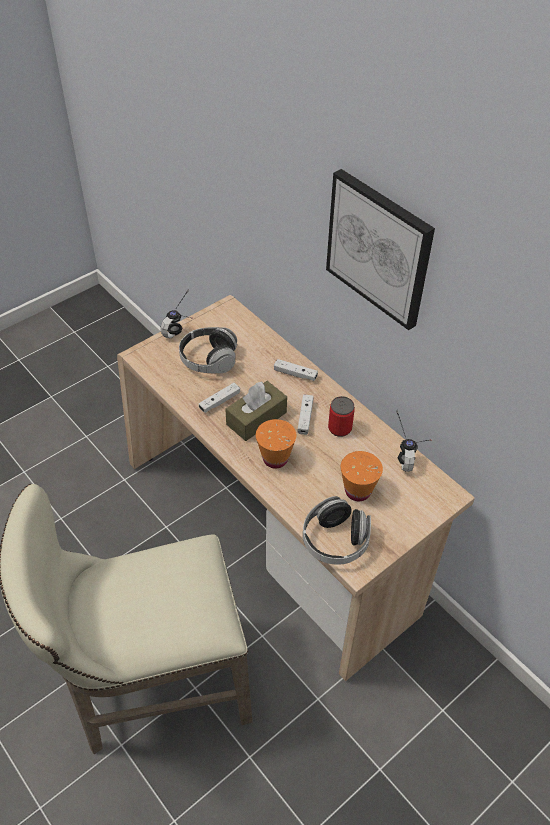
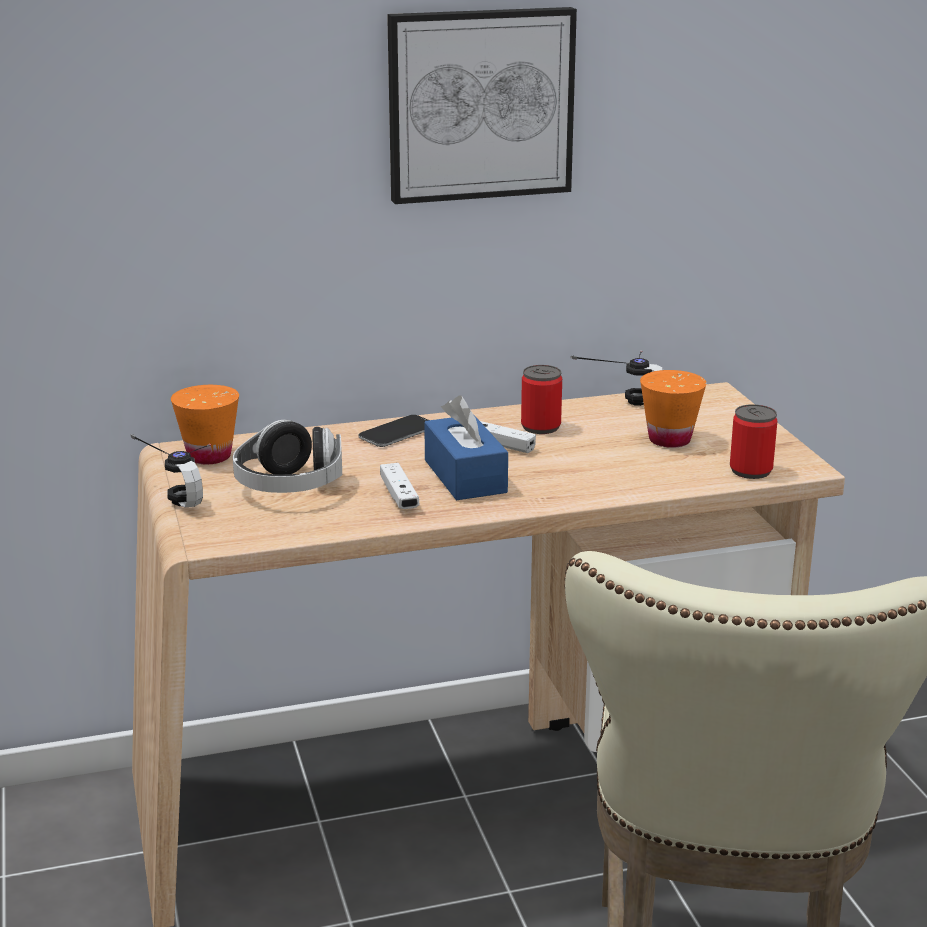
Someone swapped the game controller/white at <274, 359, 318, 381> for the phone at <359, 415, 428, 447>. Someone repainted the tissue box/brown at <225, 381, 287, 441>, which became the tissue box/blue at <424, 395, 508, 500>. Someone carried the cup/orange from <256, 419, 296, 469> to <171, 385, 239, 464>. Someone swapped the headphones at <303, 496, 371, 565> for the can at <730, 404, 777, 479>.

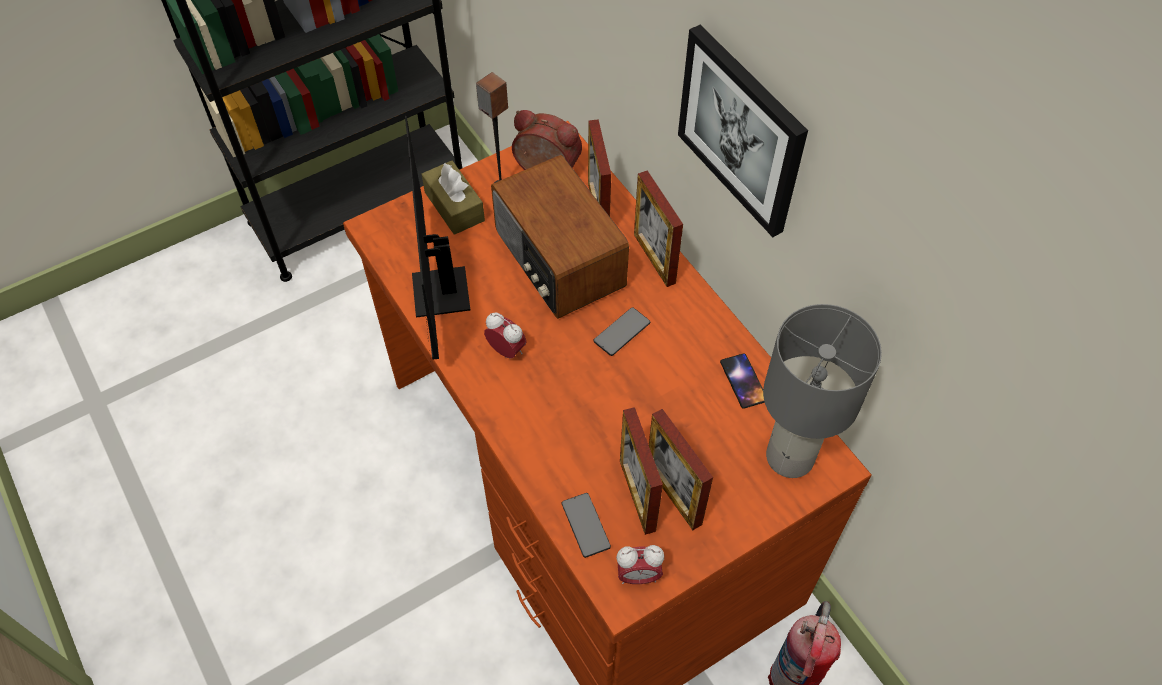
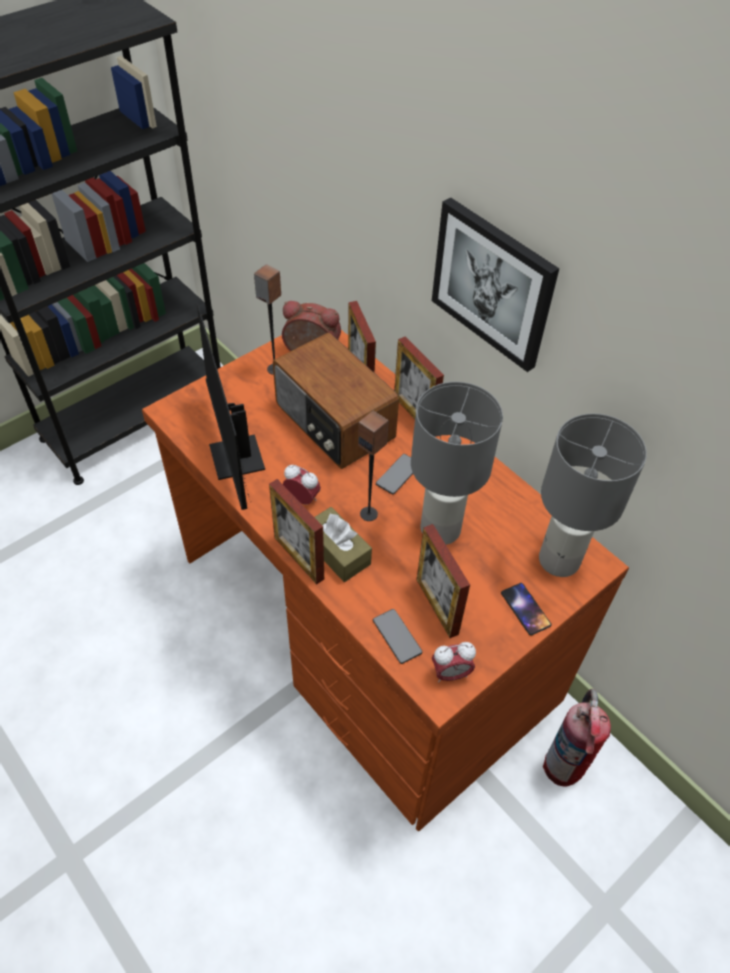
Someone carried the tissue box/brown from <421, 161, 485, 235> to <314, 507, 372, 582>. Someone carried the phone from <720, 353, 765, 409> to <501, 583, 552, 636>. Someone carried the picture frame from <649, 409, 713, 530> to <269, 479, 324, 584>. Someone put down the table lamp/grey at <411, 382, 503, 545>. Someone put down the speaker at <358, 410, 389, 521>.

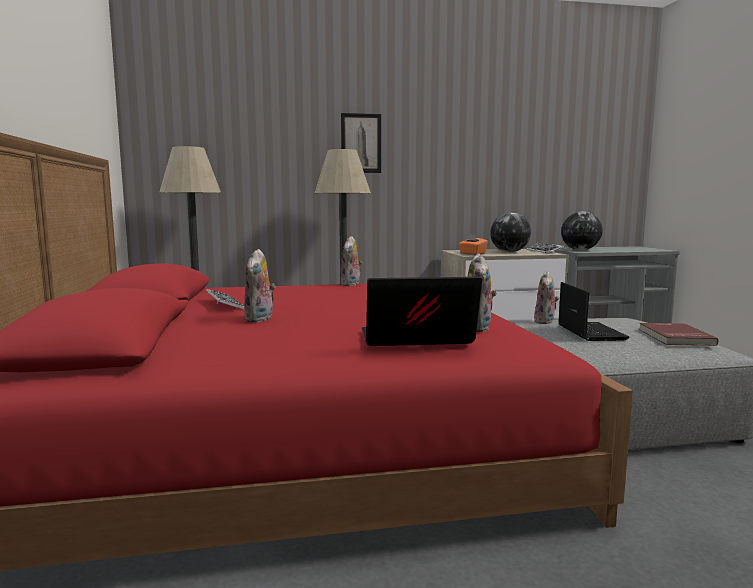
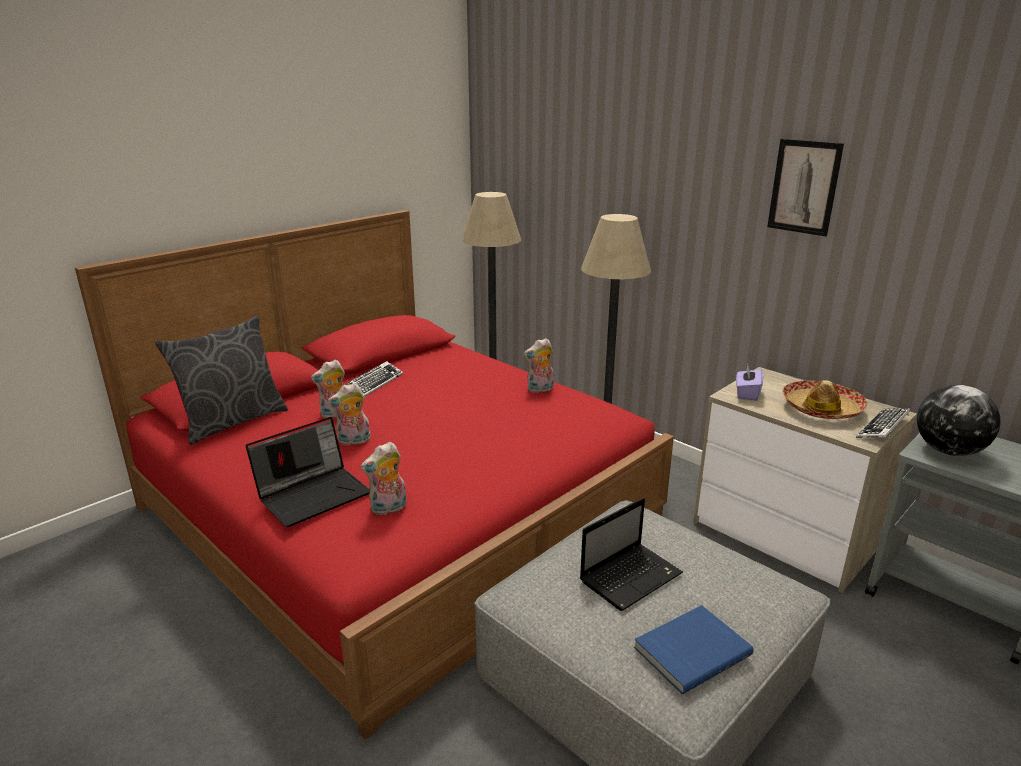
Someone carried the picture from <341, 113, 381, 173> to <767, 139, 844, 236>. Someone swapped the globe at <490, 213, 531, 252> for the hat at <782, 380, 867, 419>. Someone repainted the tissue box/orange at <458, 234, 488, 255>, which became the tissue box/purple at <736, 365, 763, 401>. Someone carried the plush toy from <534, 271, 559, 324> to <328, 383, 371, 446>. Someone rotated the laptop at <362, 277, 482, 346> by 90 degrees clockwise. Someone repainted the book/red at <639, 323, 718, 346>, which became the book/blue at <634, 605, 754, 694>. Someone put down the pillow/grey at <155, 315, 288, 445>.

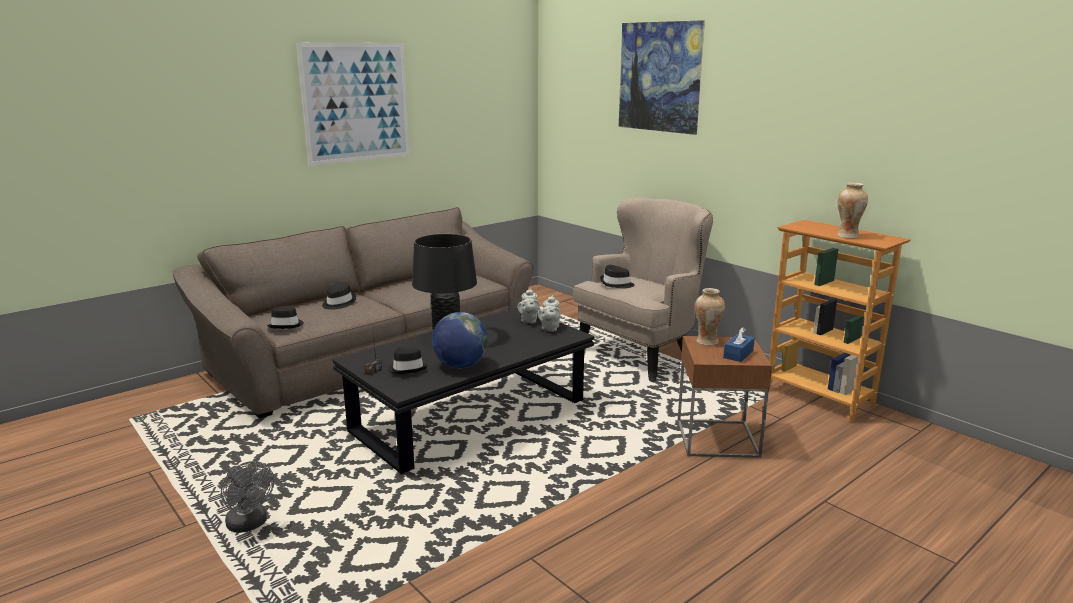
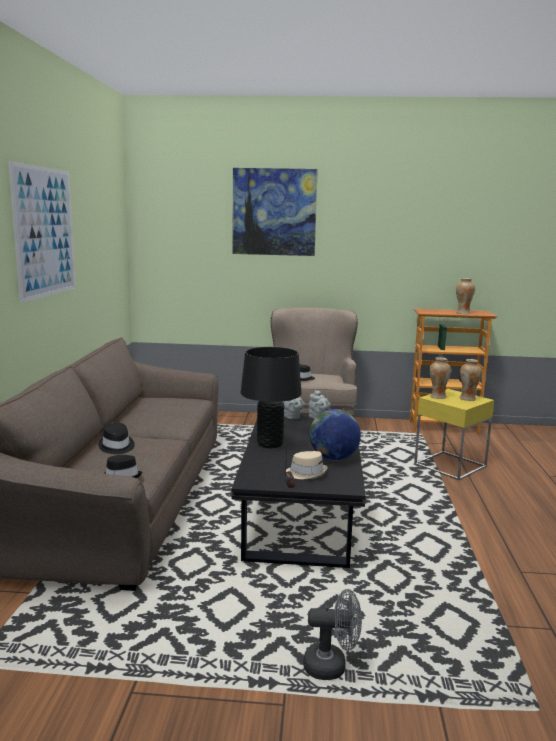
Someone swapped the tissue box/blue at <723, 327, 755, 362> for the vase at <460, 359, 482, 401>. Someone repainted the side table/brown at <678, 336, 772, 458>, which became the side table/yellow at <414, 389, 494, 480>. Someone repainted the hat/black at <388, 346, 428, 374>, which became the hat/beige at <285, 451, 328, 479>.

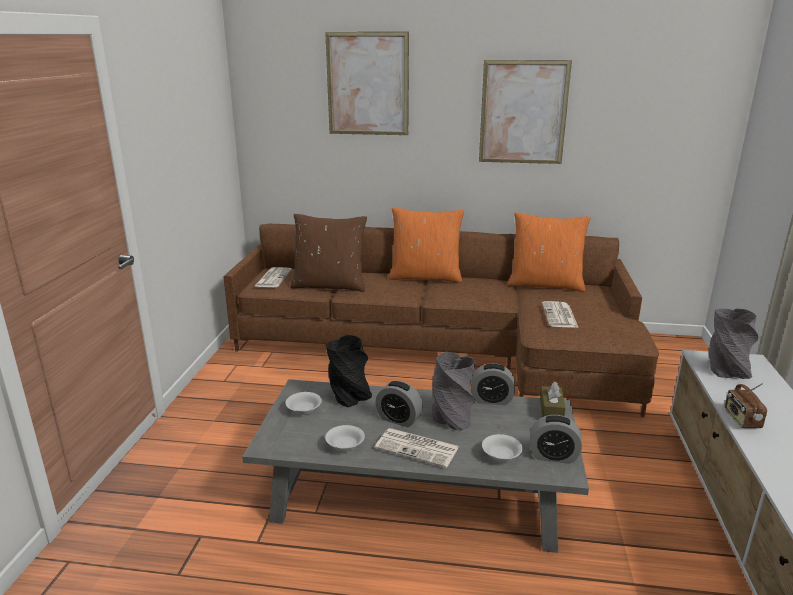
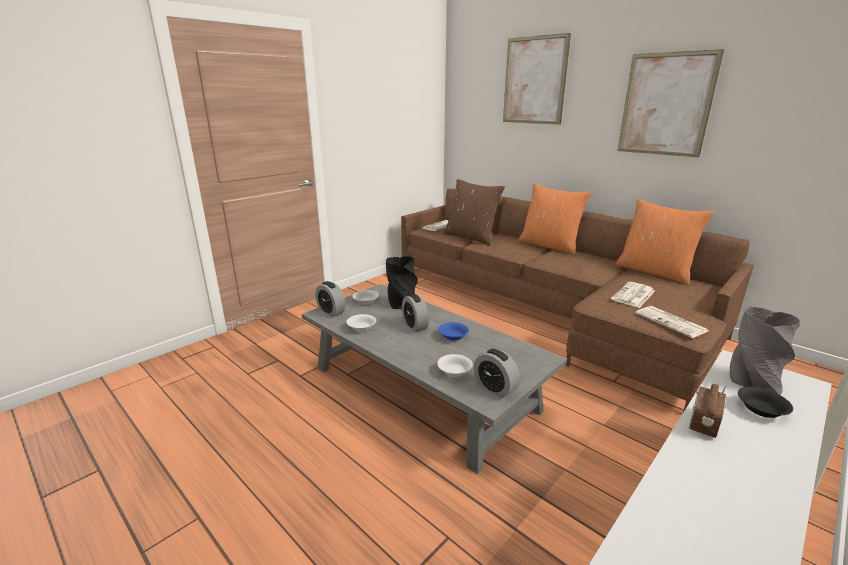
Someone swapped the vase/grey at <432, 352, 476, 430> for the bowl/blue at <438, 322, 469, 341>. Someone carried the alarm clock from <471, 363, 515, 405> to <315, 281, 345, 317>. Someone took away the tissue box/brown at <540, 381, 565, 417>. Someone carried the newspaper from <375, 428, 459, 468> to <636, 306, 709, 338>. Someone put down the bowl/black at <738, 387, 793, 418>.

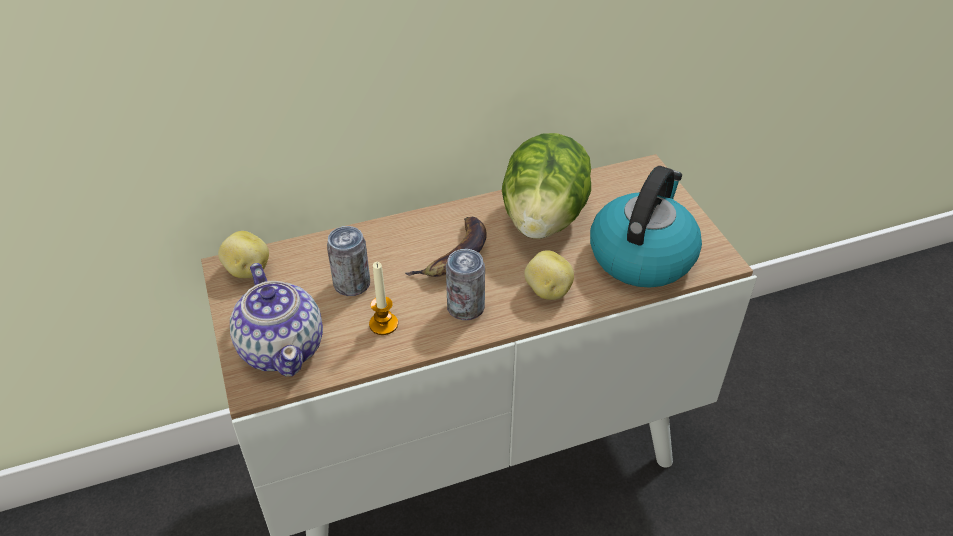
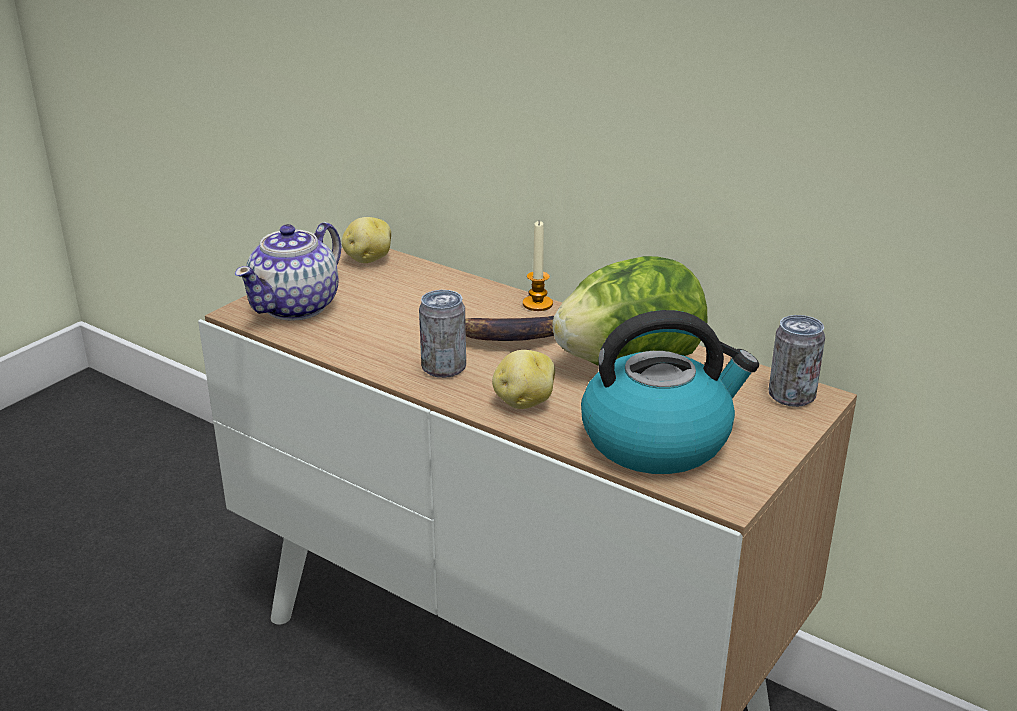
Someone carried the can from <327, 226, 370, 296> to <768, 315, 825, 407>. Someone carried the candle from <369, 262, 398, 335> to <523, 221, 553, 311>.

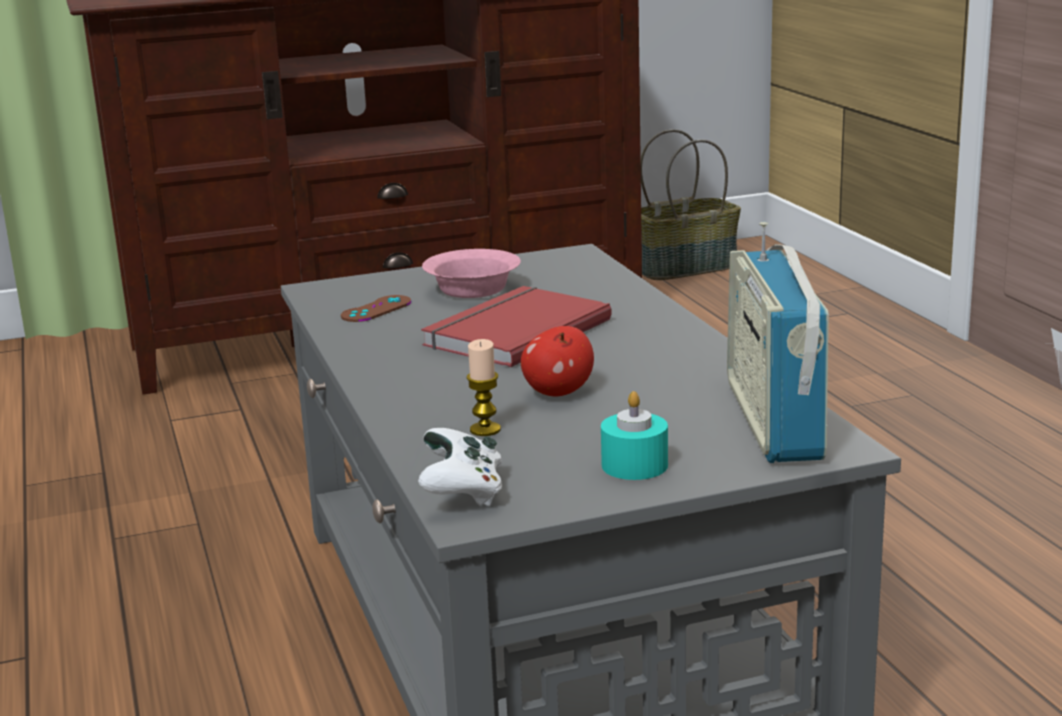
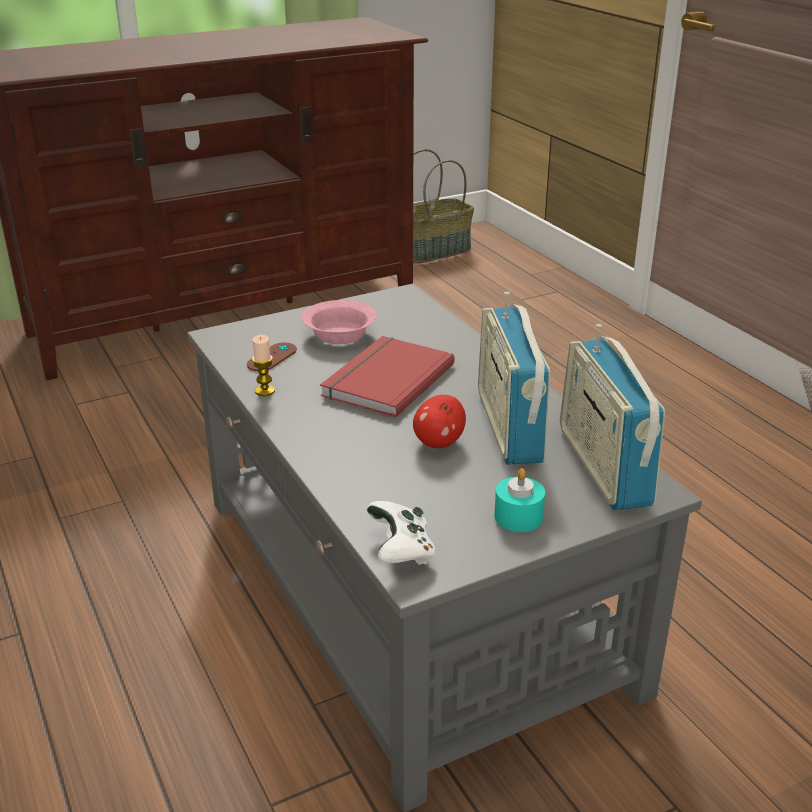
Someone carried the candle from <467, 339, 501, 436> to <252, 335, 275, 396>. Someone put down the radio at <478, 291, 550, 465>.

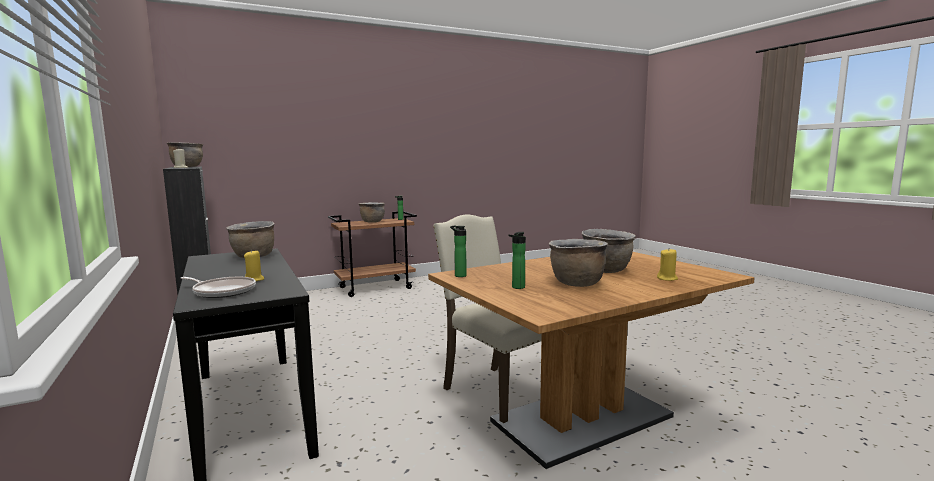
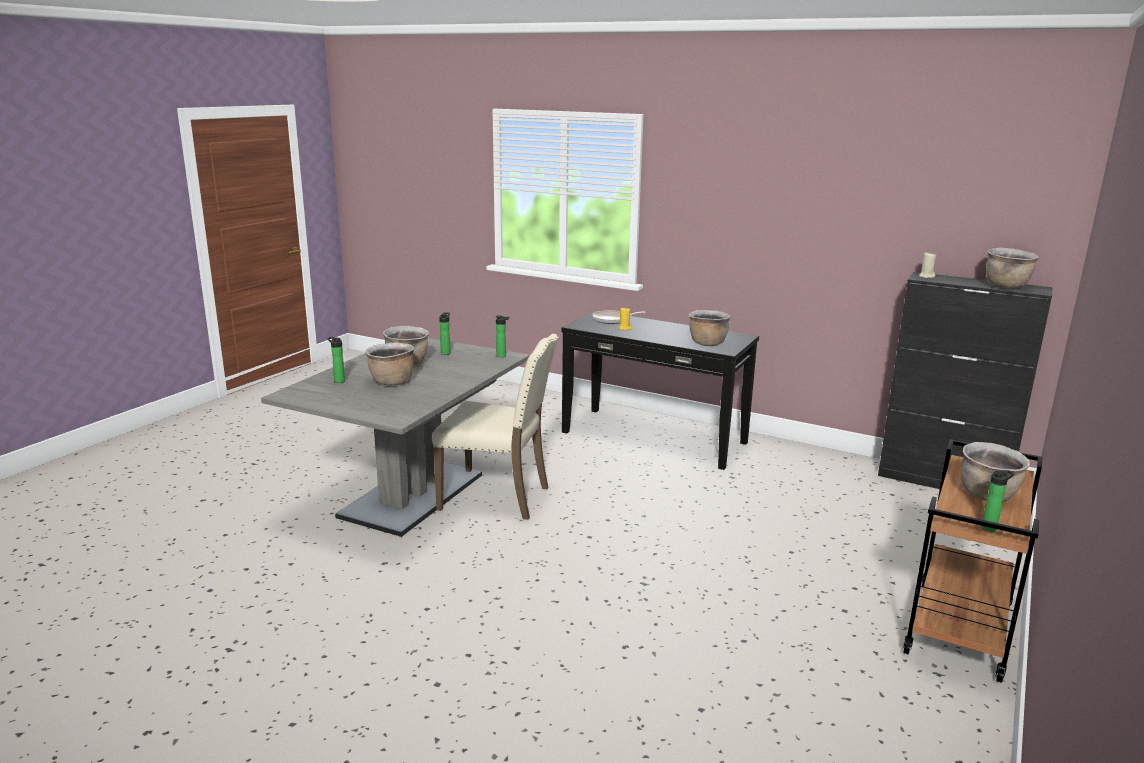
Someone swapped the candle/yellow at <657, 249, 678, 281> for the bottle at <327, 337, 345, 383>. Someone repainted the dining table/brown at <428, 252, 755, 469>, which became the dining table/grey at <261, 338, 530, 537>.

